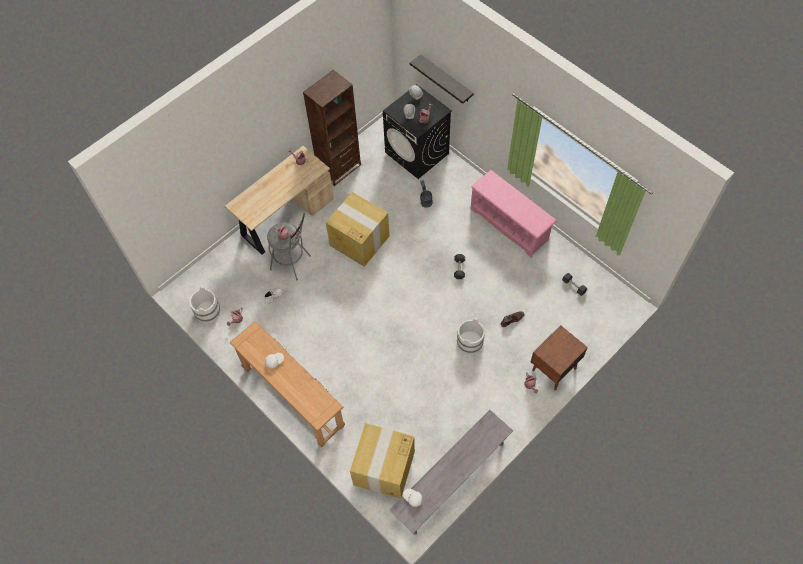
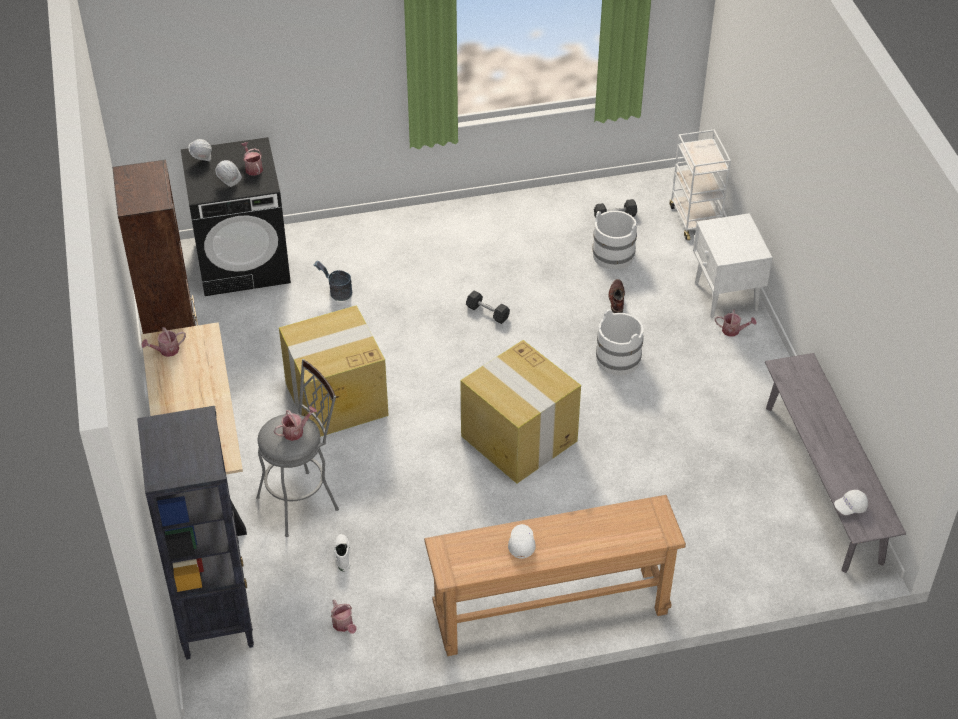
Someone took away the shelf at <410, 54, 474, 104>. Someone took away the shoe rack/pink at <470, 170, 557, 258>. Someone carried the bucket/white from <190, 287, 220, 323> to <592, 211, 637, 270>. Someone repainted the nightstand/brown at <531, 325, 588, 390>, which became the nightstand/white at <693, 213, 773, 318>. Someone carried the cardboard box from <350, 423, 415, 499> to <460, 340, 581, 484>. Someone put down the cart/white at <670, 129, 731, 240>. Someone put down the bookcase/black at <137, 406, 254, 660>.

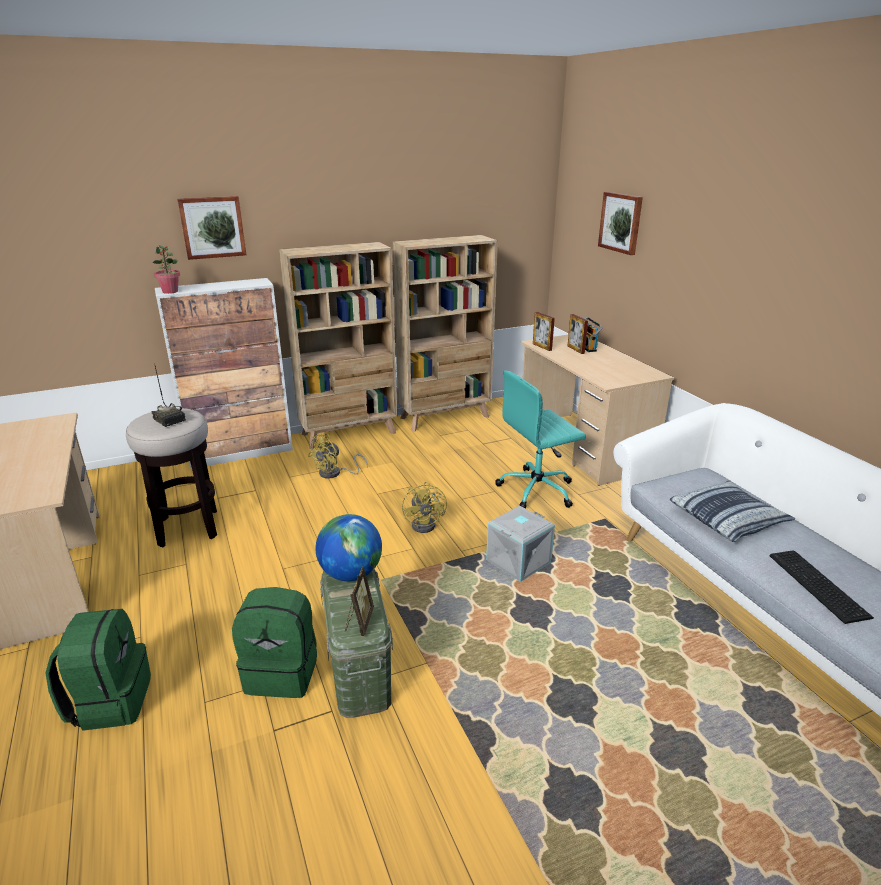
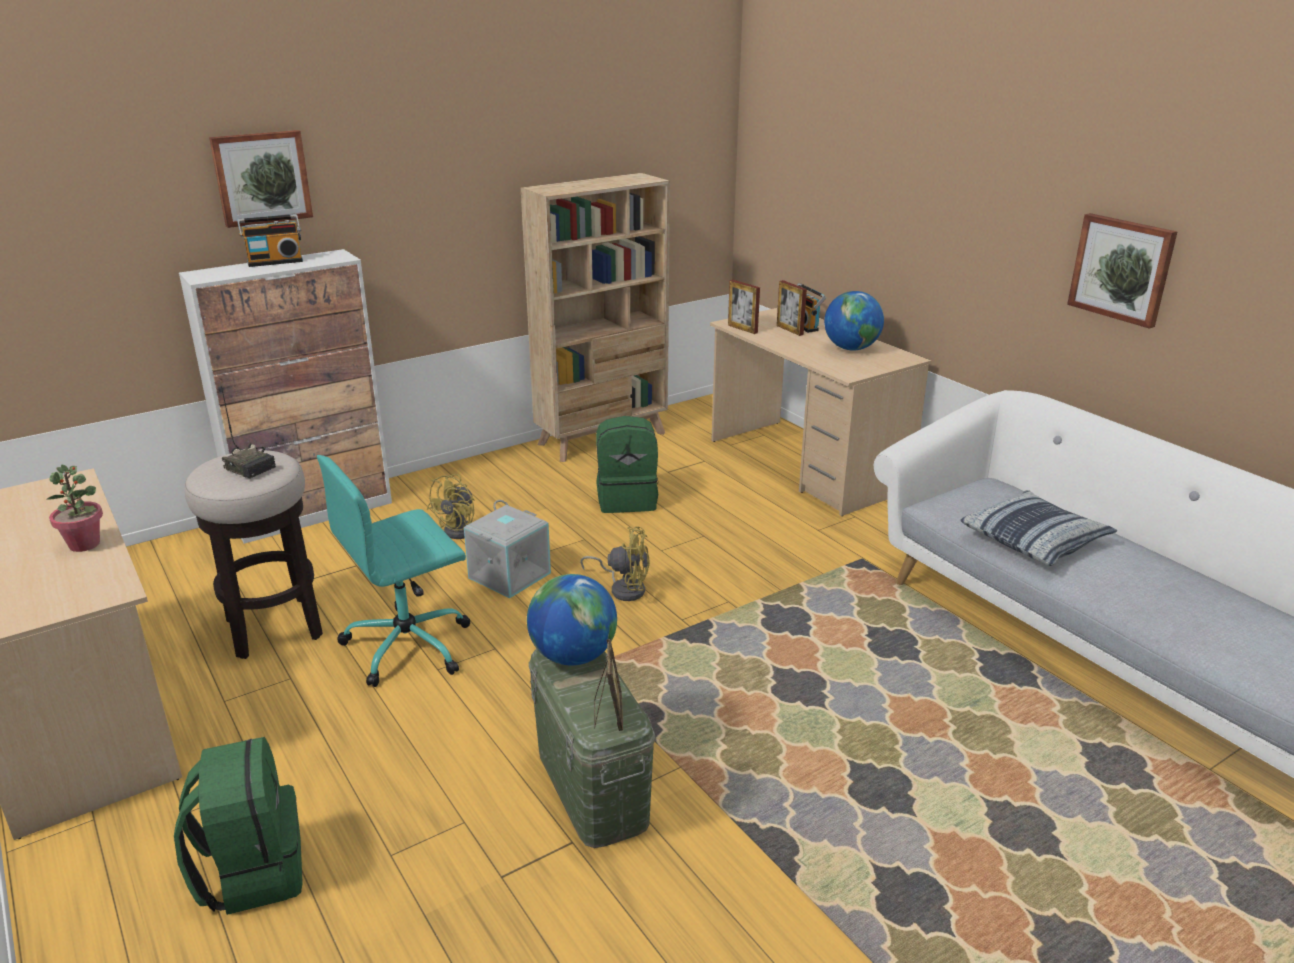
Someone carried the picture from <598, 192, 643, 255> to <1067, 213, 1177, 329>. Someone took away the bookcase/beige at <279, 242, 397, 449>. Someone carried the potted plant from <153, 245, 180, 294> to <46, 465, 103, 552>. Someone carried the office chair/turquoise from <495, 370, 586, 509> to <317, 455, 470, 687>. Someone rotated the fan/yellow at <402, 482, 447, 533> by 60 degrees counterclockwise. Someone carried the storage box/grey from <486, 506, 555, 582> to <464, 505, 551, 598>. Someone took away the keyboard at <769, 550, 874, 624>. Someone carried the backpack/green from <232, 587, 317, 698> to <596, 416, 659, 513>. Someone put down the radio at <237, 214, 303, 267>. Someone put down the globe at <824, 291, 884, 351>.

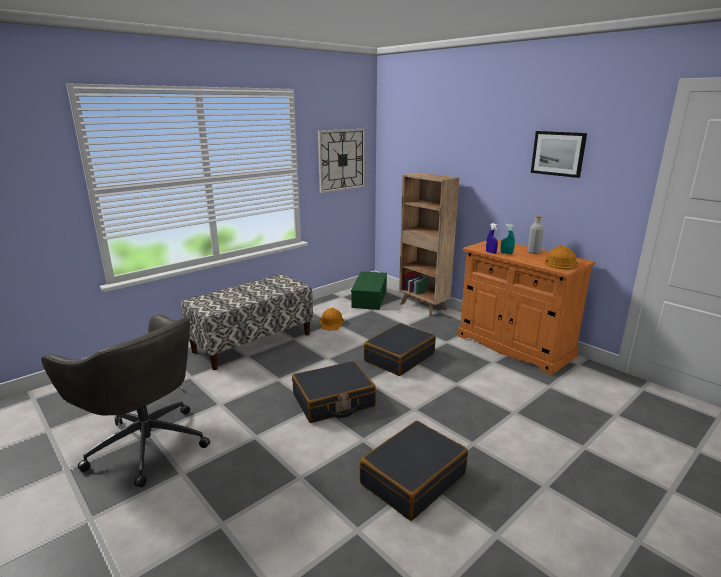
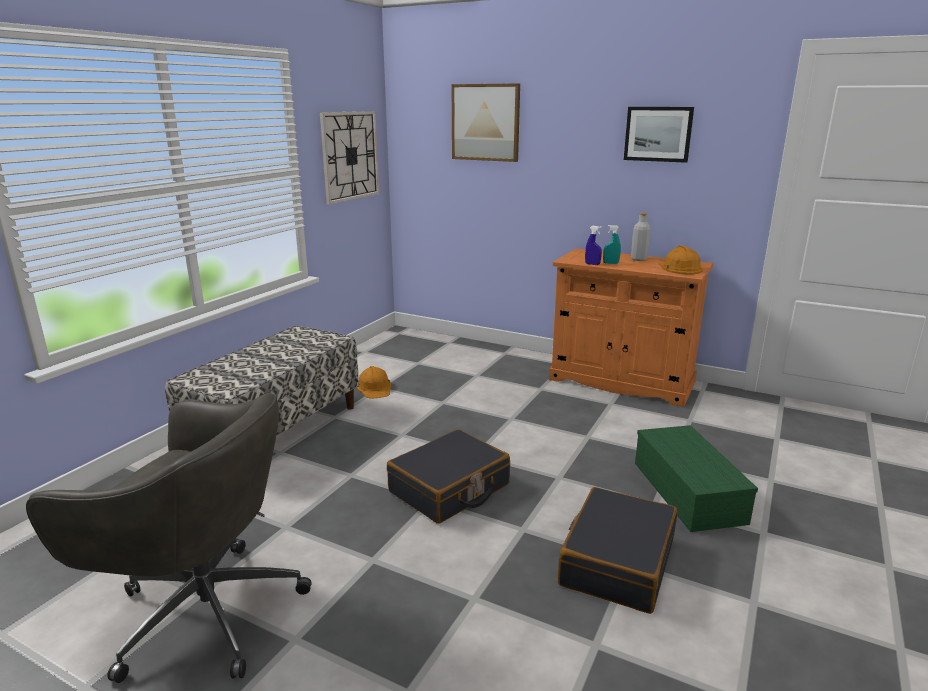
Someone took away the bookcase/brown at <399, 173, 459, 316>. Someone carried the storage box/green from <351, 271, 387, 310> to <635, 425, 758, 532>. Someone took away the suitcase/black at <364, 323, 436, 376>. Someone put up the picture at <452, 83, 520, 162>.

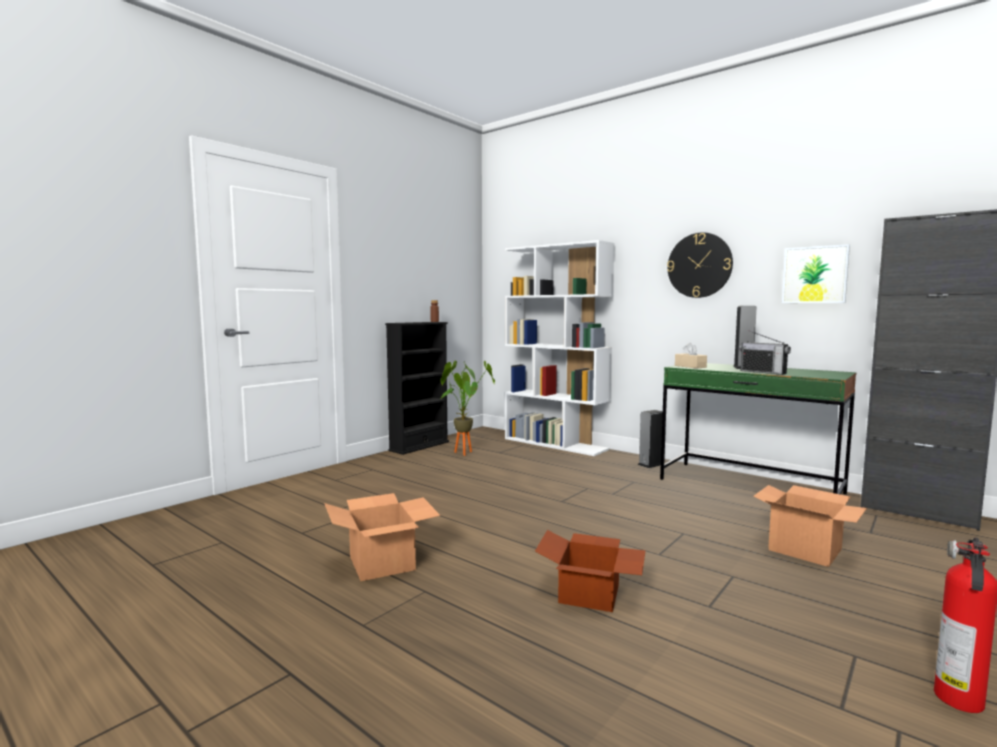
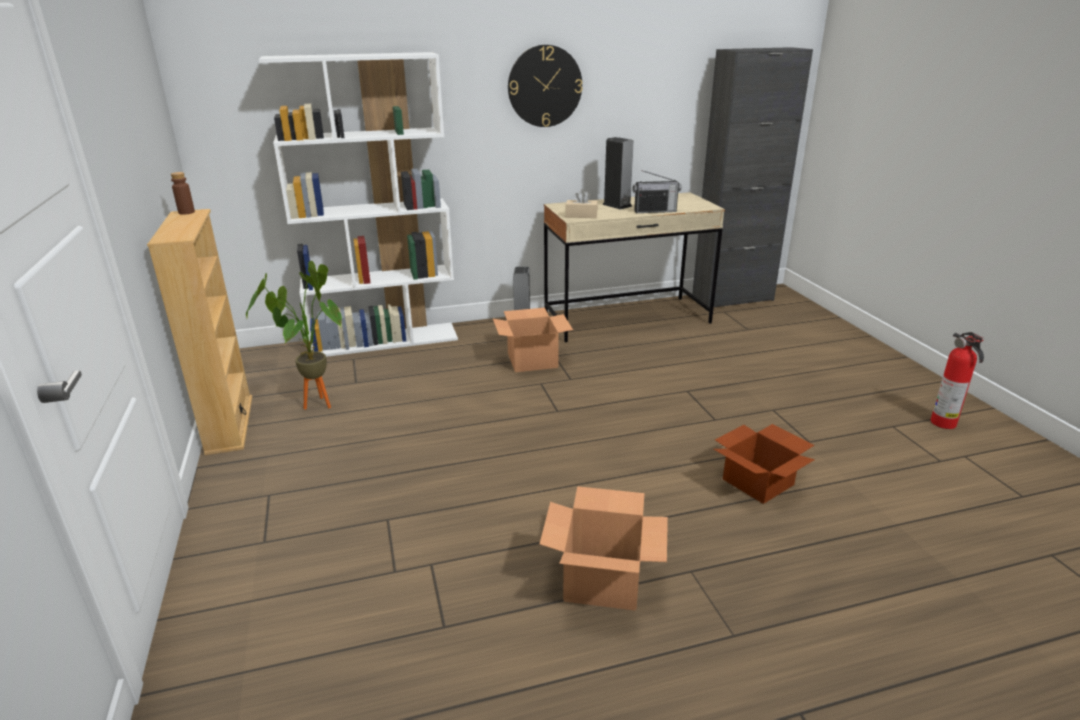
Someone took away the picture at <782, 244, 850, 303>. Someone repainted the bookcase/black at <385, 322, 449, 455>, which became the bookcase/beige at <147, 209, 252, 455>. Someone repainted the desk/green at <660, 363, 856, 495>, which became the desk/beige at <544, 192, 725, 343>. Someone carried the cardboard box from <753, 485, 867, 567> to <493, 308, 573, 372>.

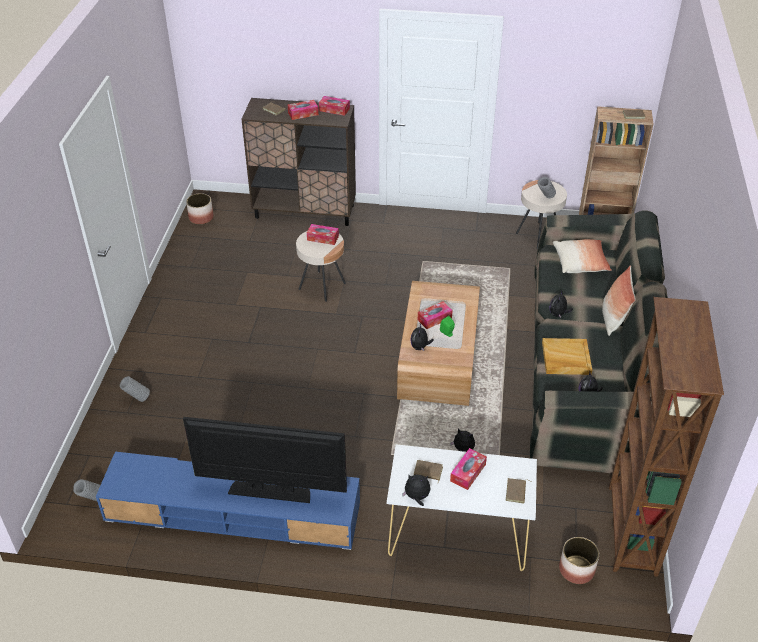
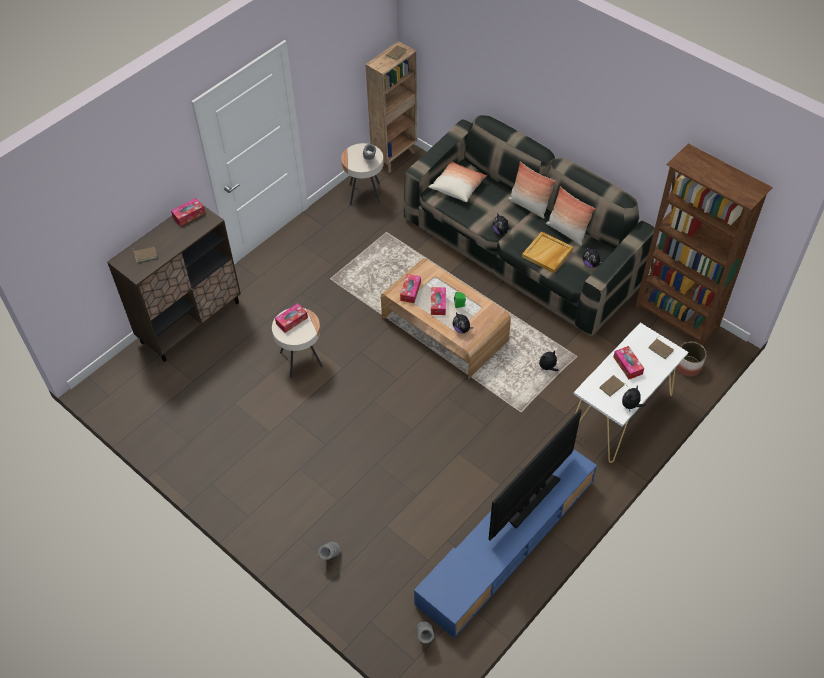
Someone carried the tissue box from <288, 100, 319, 120> to <400, 274, 421, 303>. Someone took away the planter at <186, 193, 214, 224>. Someone put down the pillow at <546, 186, 596, 245>.

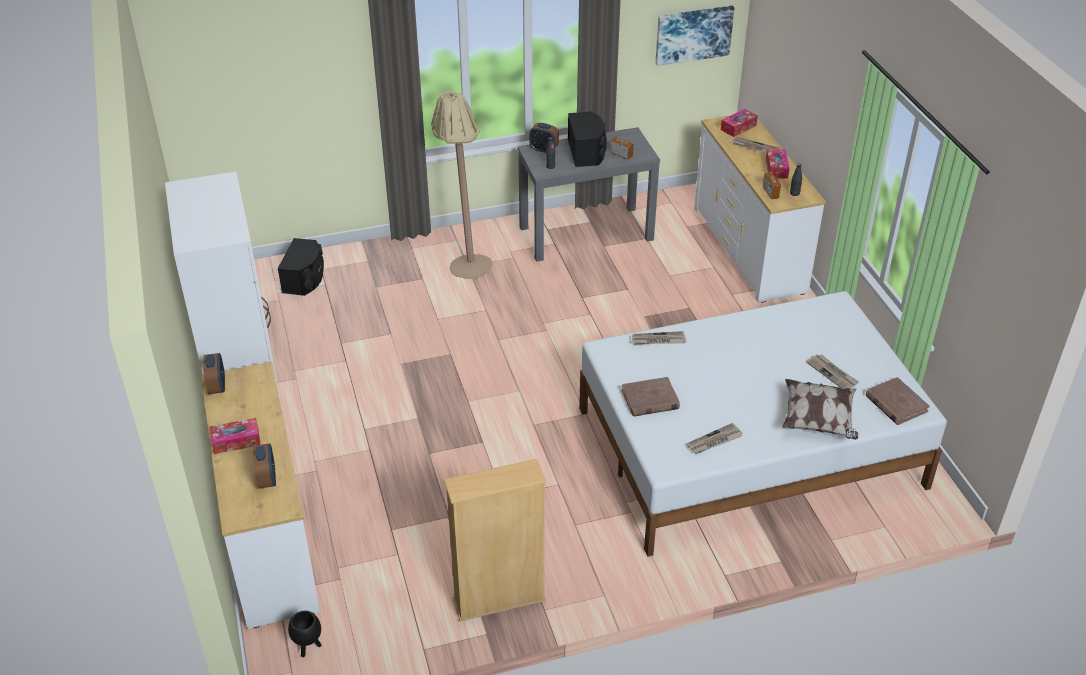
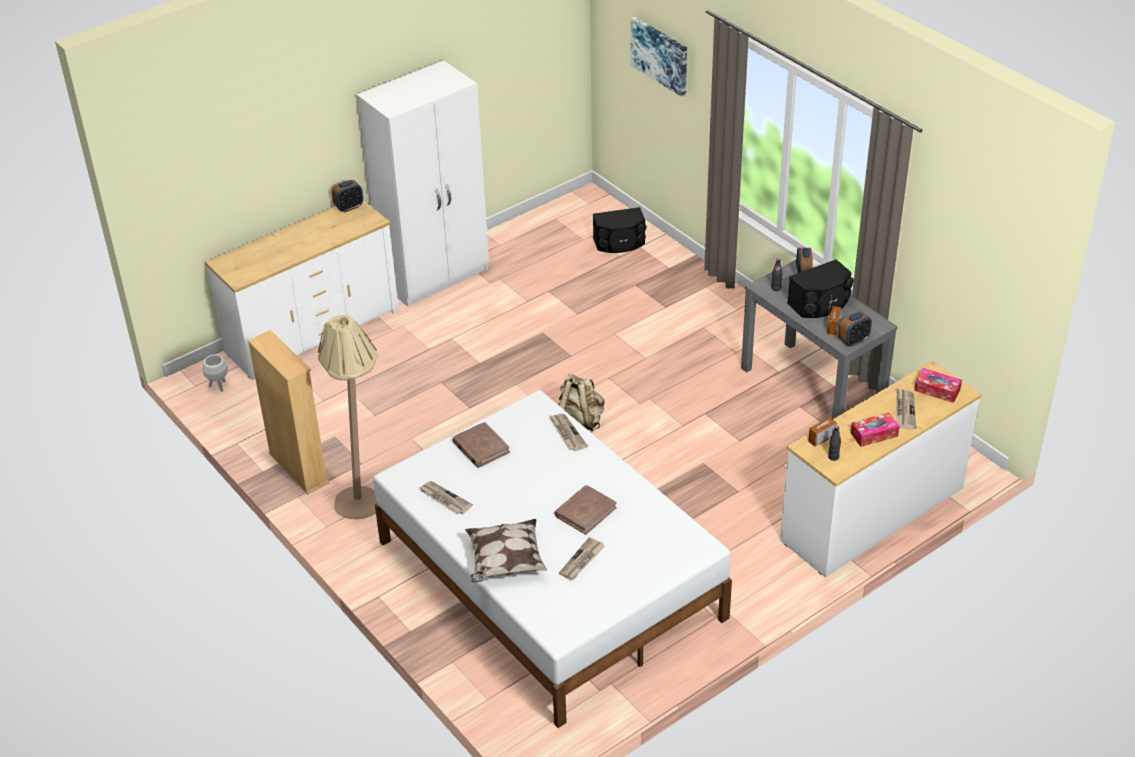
Someone carried the picture from <655, 6, 734, 66> to <631, 17, 687, 97>. Someone carried the floor lamp/beige from <431, 91, 492, 279> to <318, 315, 378, 519>. Someone carried the book/brown from <866, 377, 930, 425> to <554, 485, 617, 535>. Someone took away the tissue box at <210, 418, 261, 454>. Someone carried the alarm clock from <253, 443, 276, 489> to <838, 311, 872, 347>. Someone repainted the planter/black at <288, 611, 321, 657>, which became the planter/white at <202, 355, 228, 392>. Someone put down the backpack/beige at <558, 374, 605, 431>.

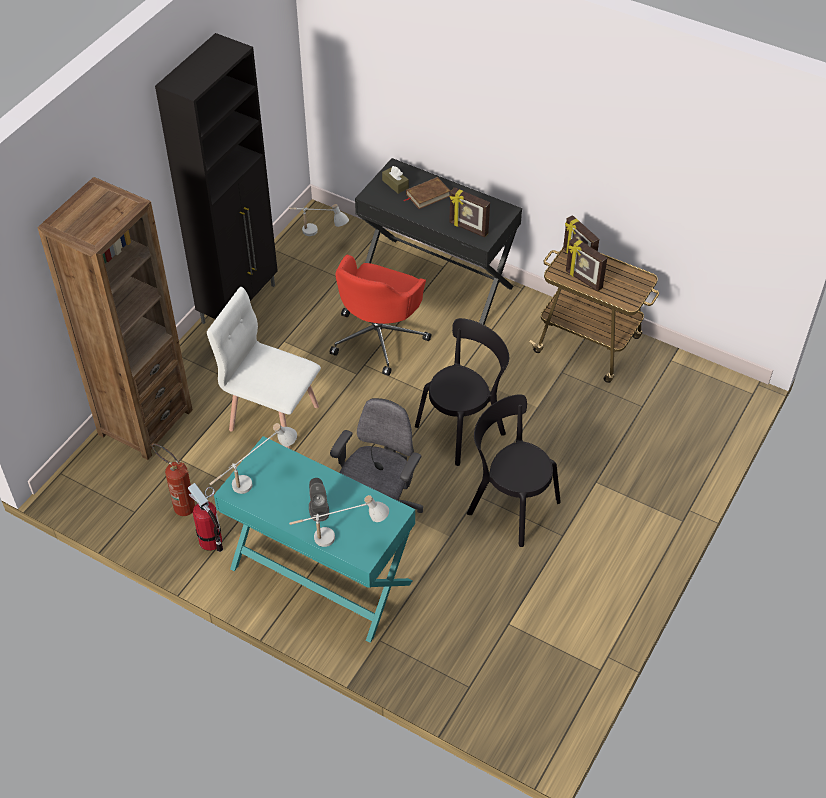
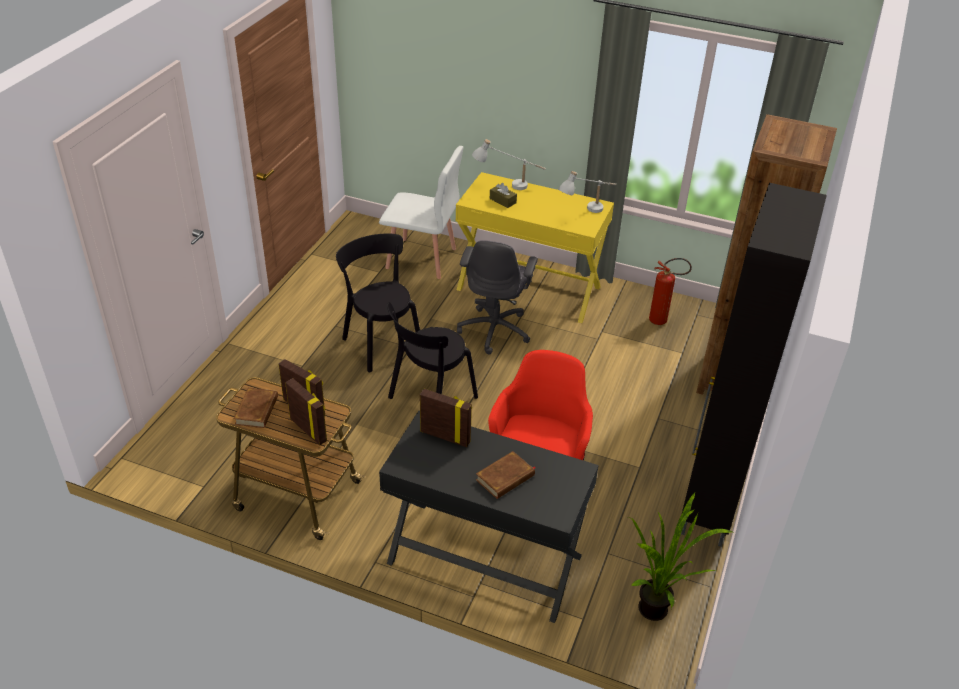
Someone carried the tissue box/brown from <382, 166, 409, 194> to <490, 183, 517, 208>. Someone swapped the table lamp/white at <289, 204, 349, 236> for the potted plant at <628, 492, 733, 621>. Someone carried the chair/white from <207, 287, 321, 449> to <379, 146, 463, 279>. Someone rotated the chair/black at <467, 394, 561, 547> by 150 degrees counterclockwise. Someone repainted the desk/turquoise at <214, 436, 415, 643>, which became the desk/yellow at <456, 172, 614, 323>. Someone took away the speaker/grey at <309, 478, 329, 522>. Someone took away the fire extinguisher at <188, 483, 223, 552>. Someone put down the book/brown at <234, 388, 278, 428>.

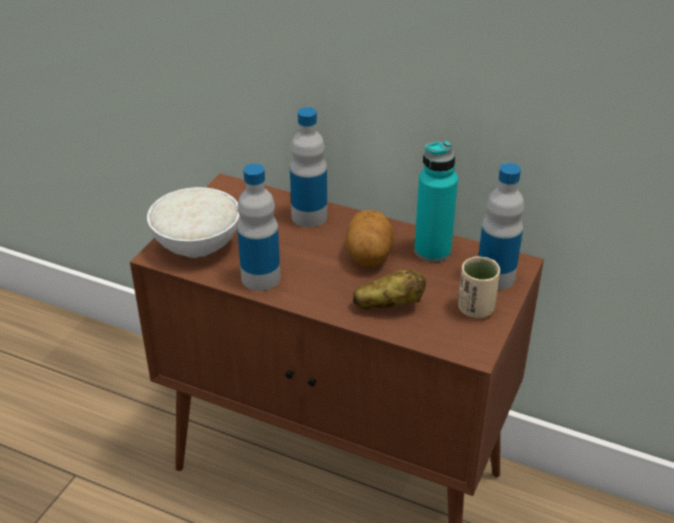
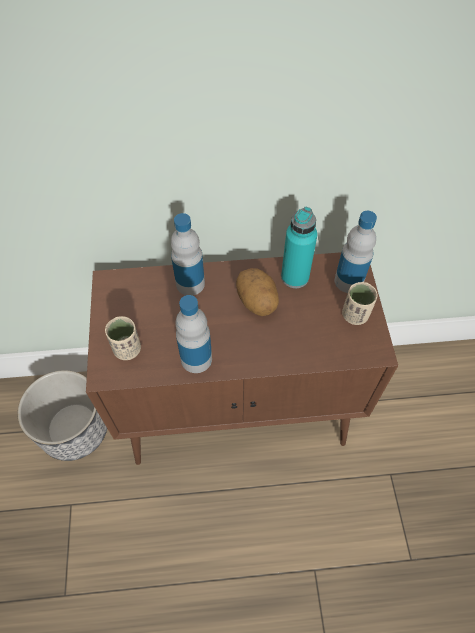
Someone swapped the bowl/white at <147, 187, 240, 258> for the cup/beige at <105, 316, 141, 360>. Someone took away the potato at <353, 269, 426, 309>. Someone put down the planter at <17, 370, 107, 461>.

